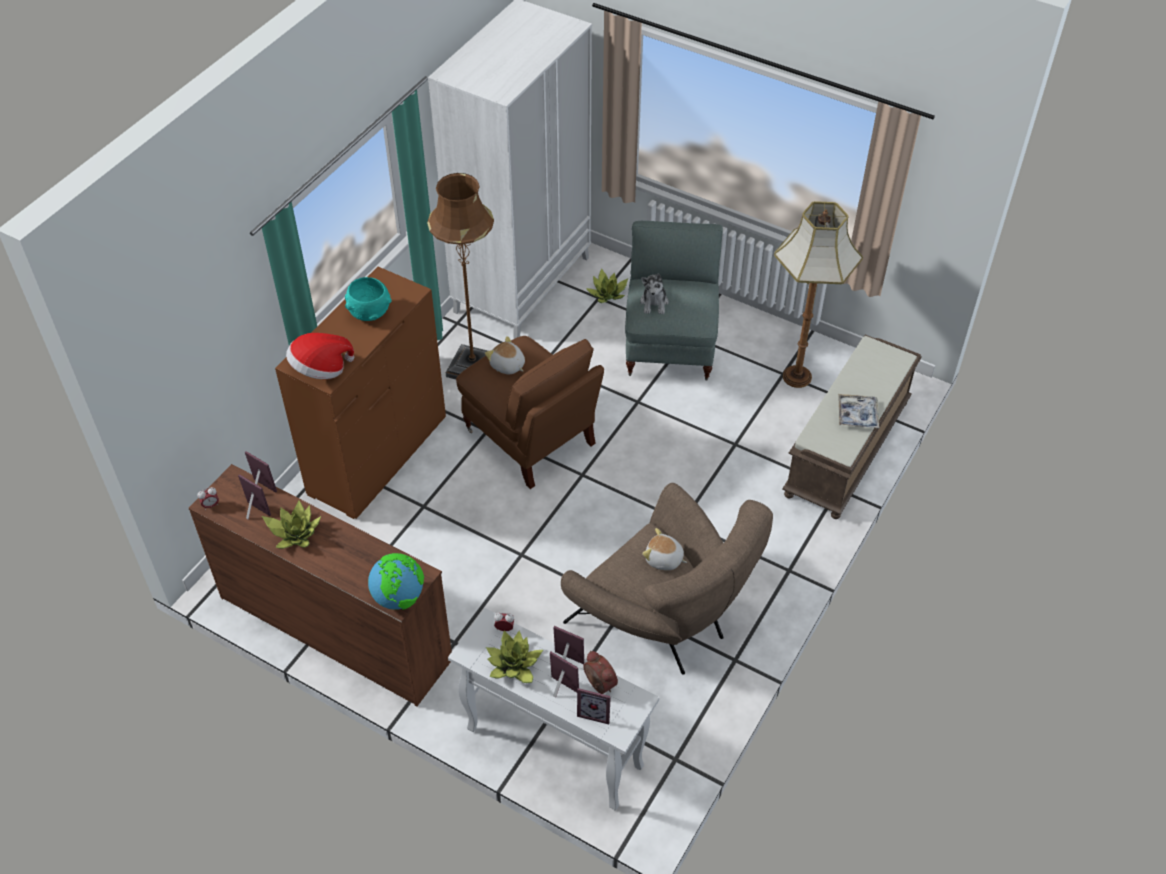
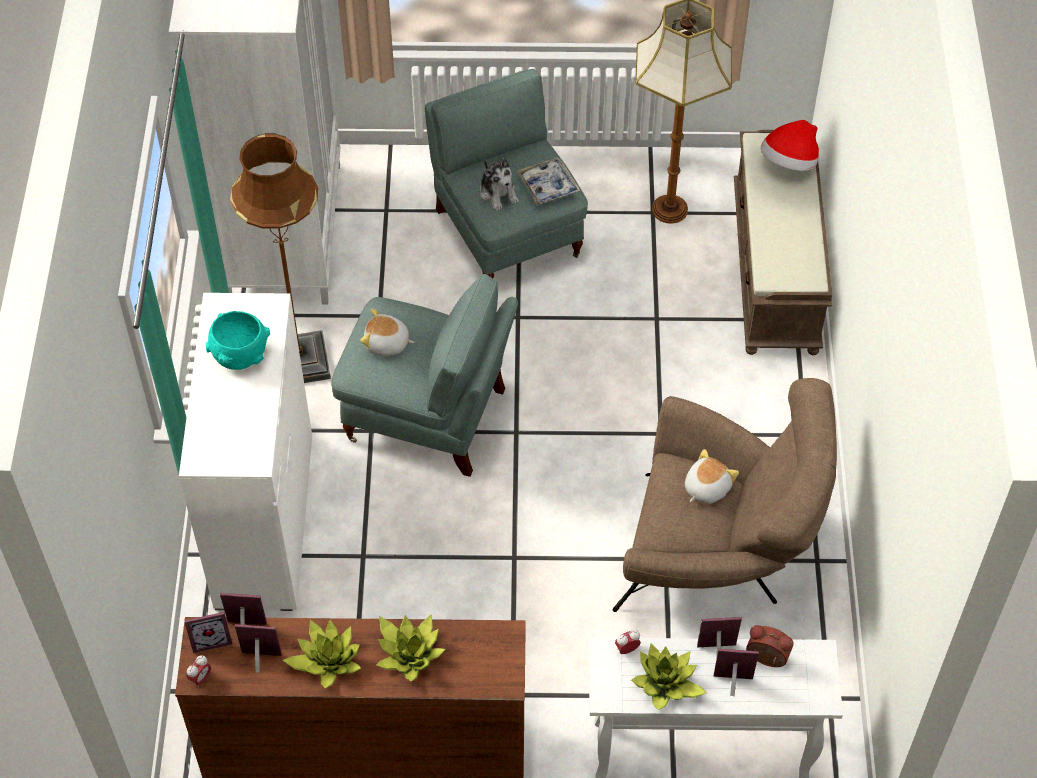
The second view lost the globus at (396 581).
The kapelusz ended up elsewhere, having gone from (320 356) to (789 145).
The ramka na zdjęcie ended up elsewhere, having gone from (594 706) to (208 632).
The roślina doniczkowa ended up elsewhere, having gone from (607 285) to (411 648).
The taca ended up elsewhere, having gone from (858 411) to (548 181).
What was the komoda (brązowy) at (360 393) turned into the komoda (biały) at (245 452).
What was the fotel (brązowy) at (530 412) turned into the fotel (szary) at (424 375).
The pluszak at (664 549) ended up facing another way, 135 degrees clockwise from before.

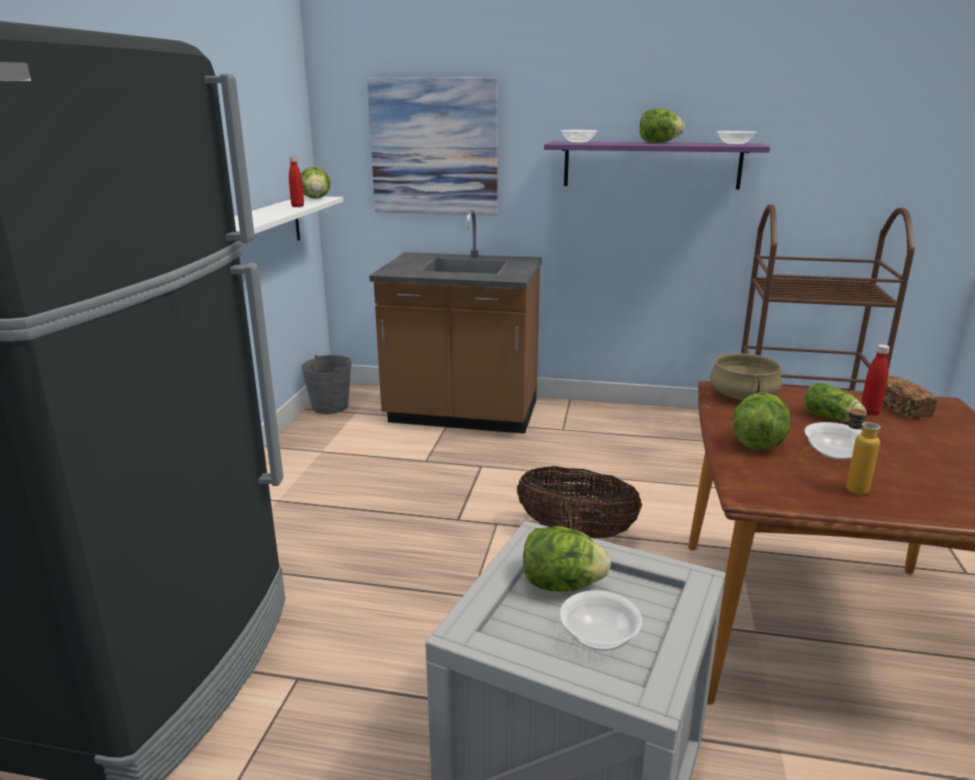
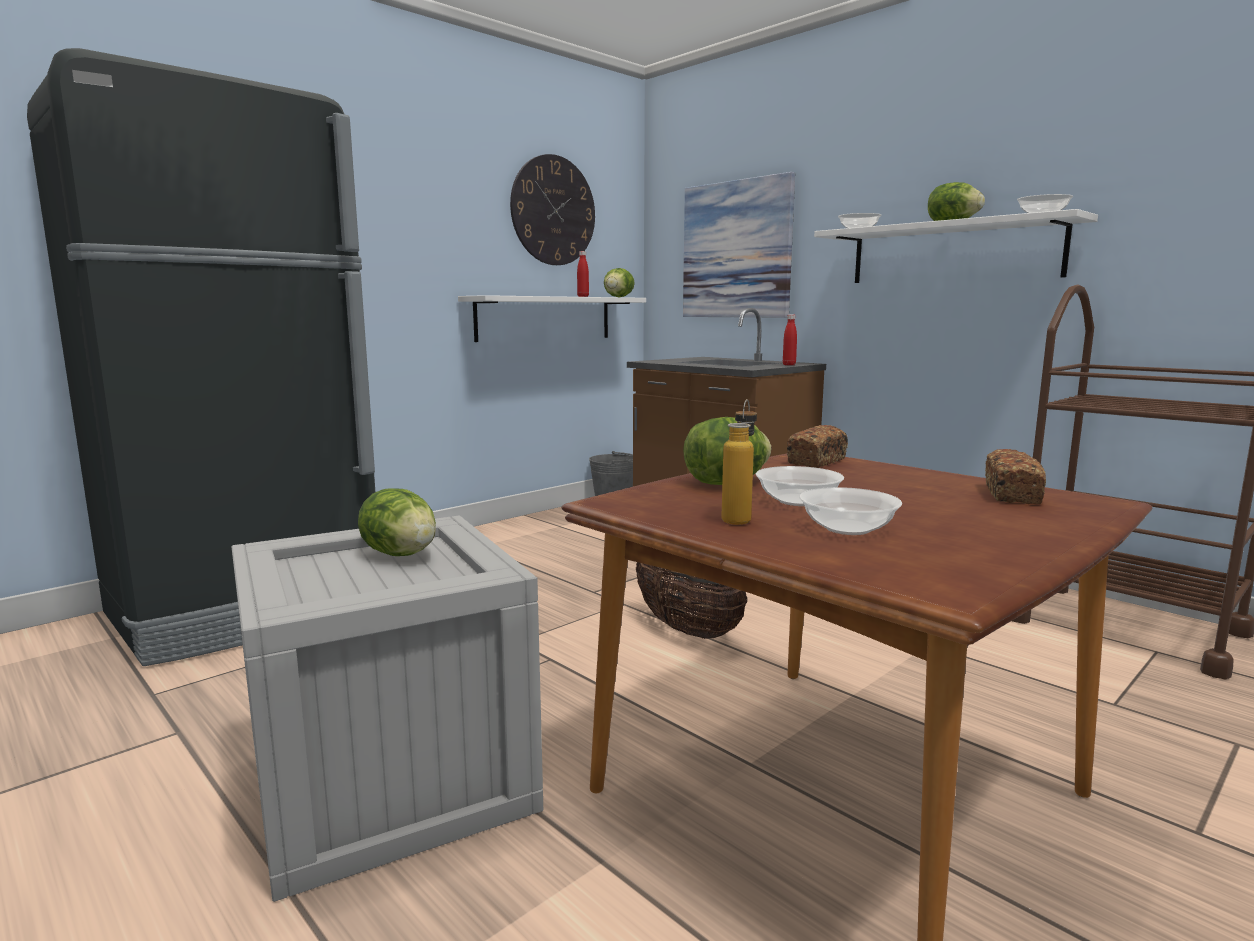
The second view lost the sałata at (835 402).
The second view gained the zegar ścienny at (552 209).
The miska ended up elsewhere, having gone from (601 620) to (850 511).
The butelka (czerwony) ended up elsewhere, having gone from (875 379) to (790 340).
Where the garnek (beżowy) stood at (746 376), the chleb came to stand at (817 446).
What was the półka (fioletowy) at (657 165) turned into the półka (biały) at (956 246).

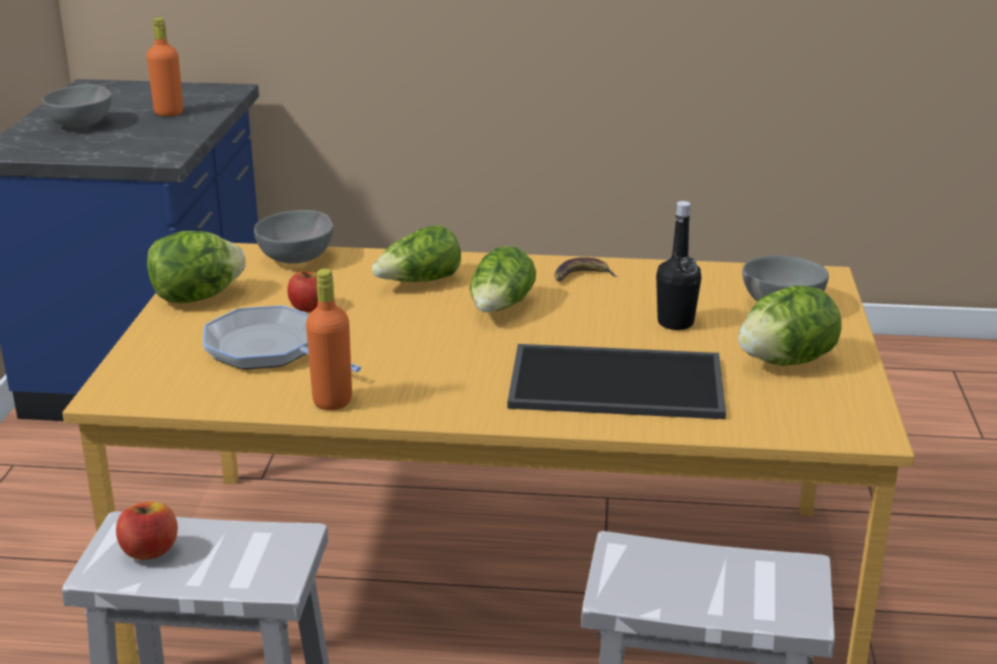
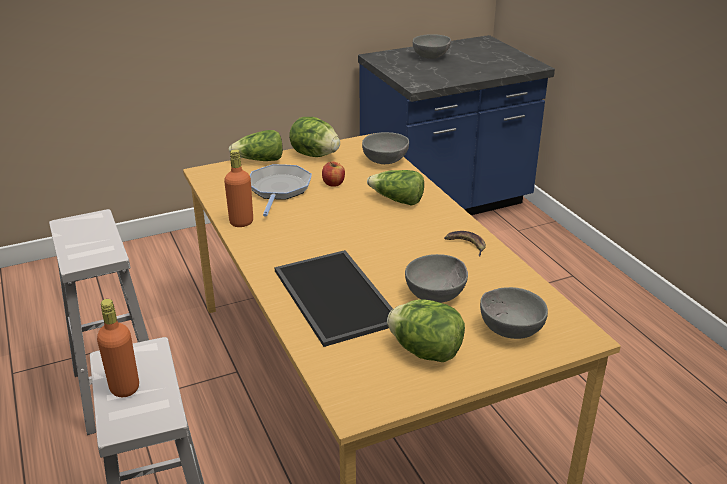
The second view lost the jabłko at (147 531).
The butelka (pomarańczowy) ended up elsewhere, having gone from (165 67) to (118 348).
The sałata ended up elsewhere, having gone from (503 279) to (255 145).
Where the butelka (czarny) stood at (679 265), the miska (szary) came to stand at (436 278).

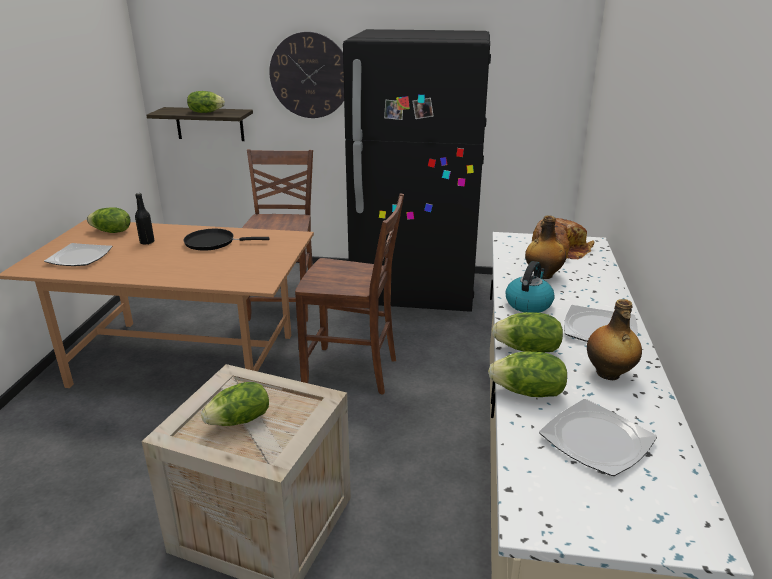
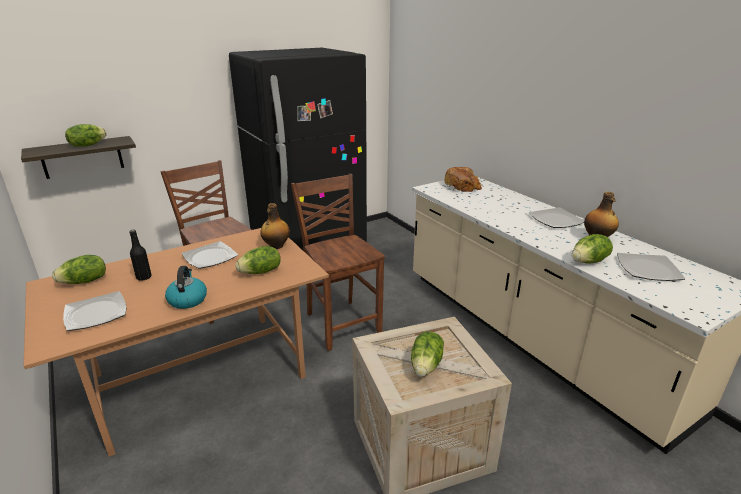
The second view lost the zegar ścienny at (306 75).
The sałata ended up elsewhere, having gone from (527 332) to (258 260).
The czajnik ended up elsewhere, having gone from (530 287) to (186 287).
The butelka ended up elsewhere, having gone from (545 247) to (275 226).
Where the patelnia (czarny) stood at (226 240), the talerz came to stand at (210 255).
The krzesło (brązowy) at (349 294) ended up facing another way, 90 degrees counterclockwise from before.

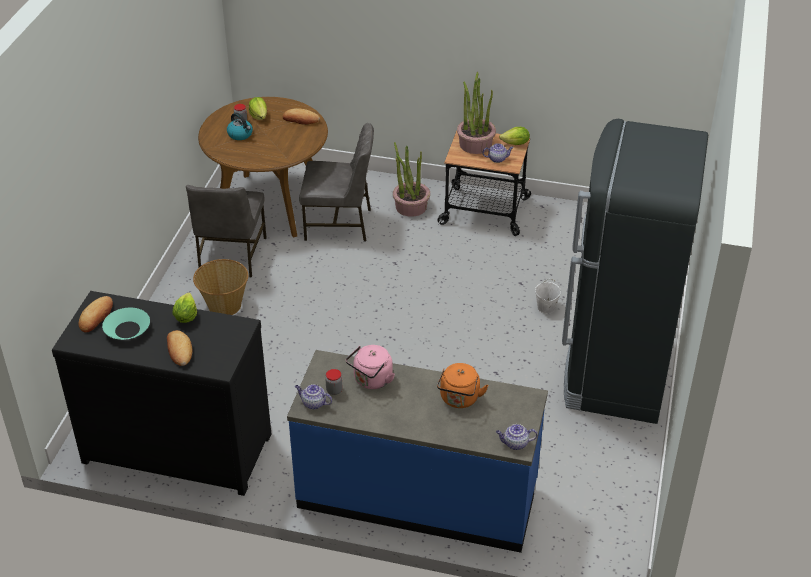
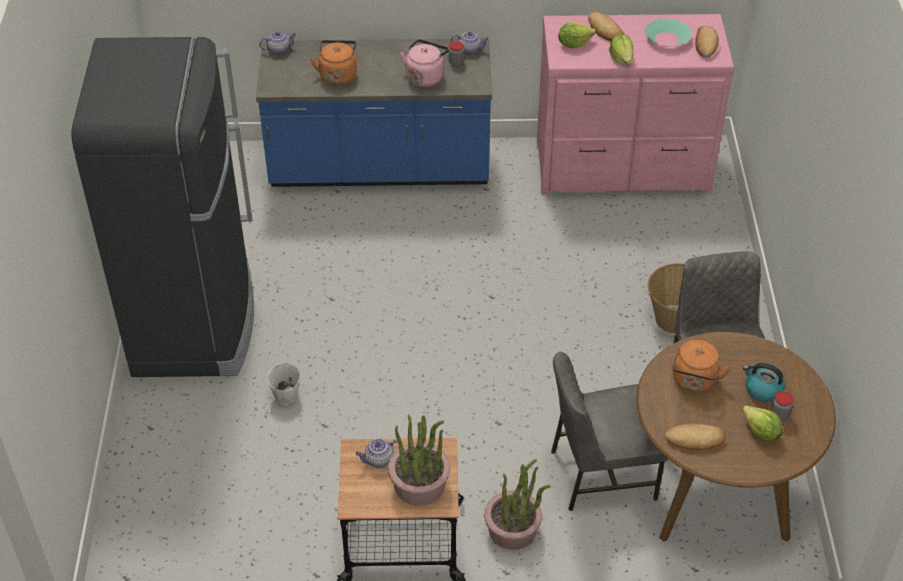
The second view gained the czajnik (pomarańczowy) at (701 366).
The sałata ended up elsewhere, having gone from (514 136) to (576 35).
What was the komoda (czarny) at (161 393) turned into the komoda (różowy) at (635 104).

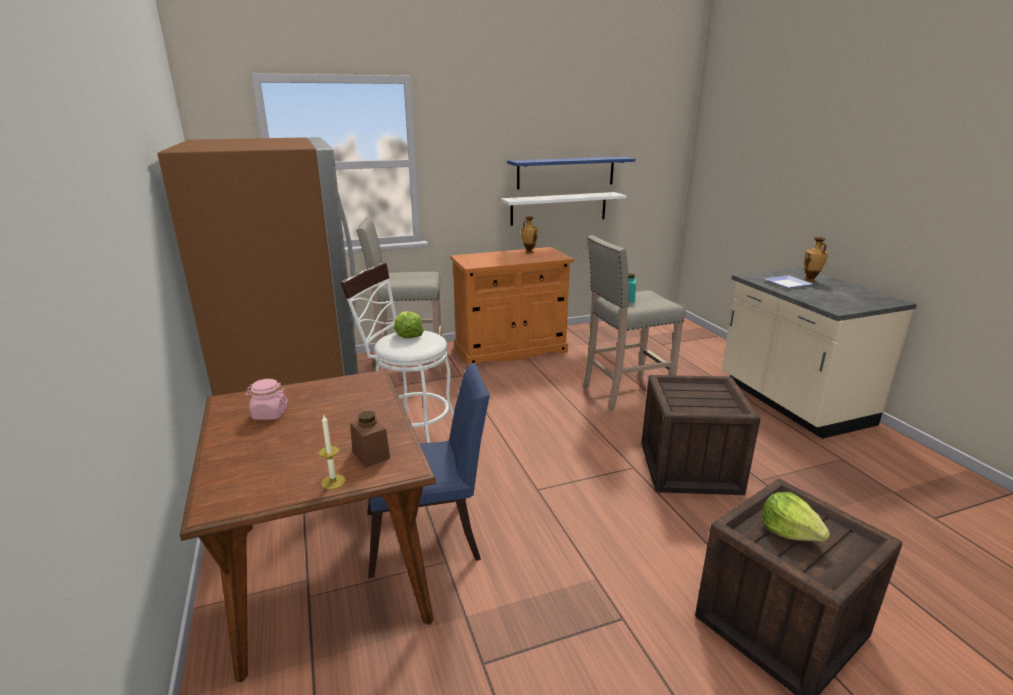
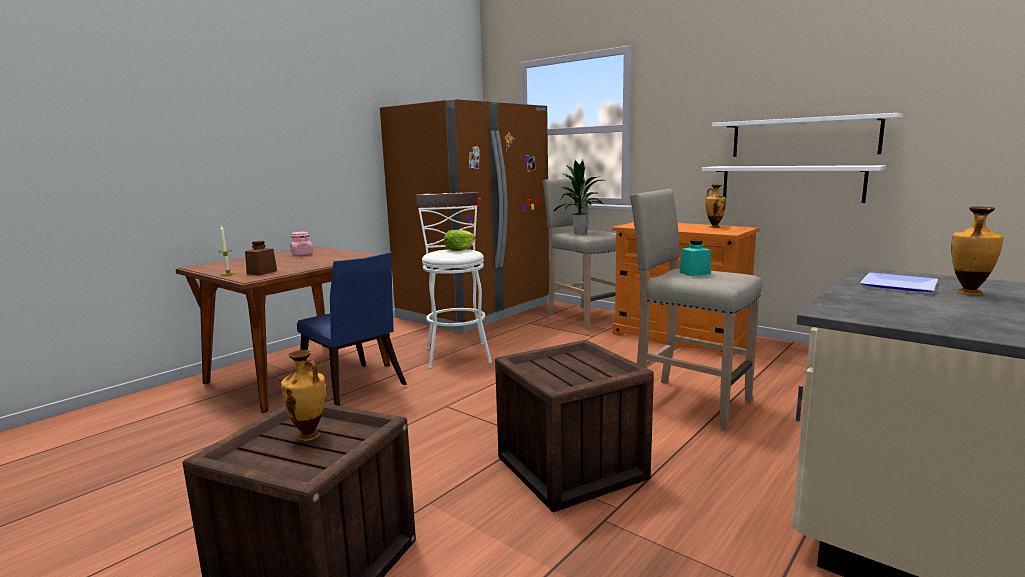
The second view gained the roślina doniczkowa at (579 197).
Where the sałata stood at (796 517), the wazon came to stand at (303 395).
What was the półka (niebieski) at (571 173) turned into the półka (biały) at (807 135).

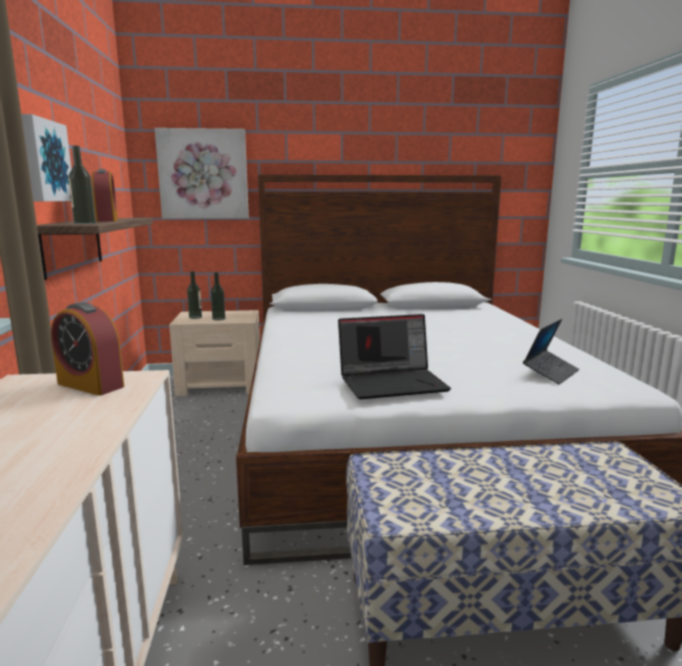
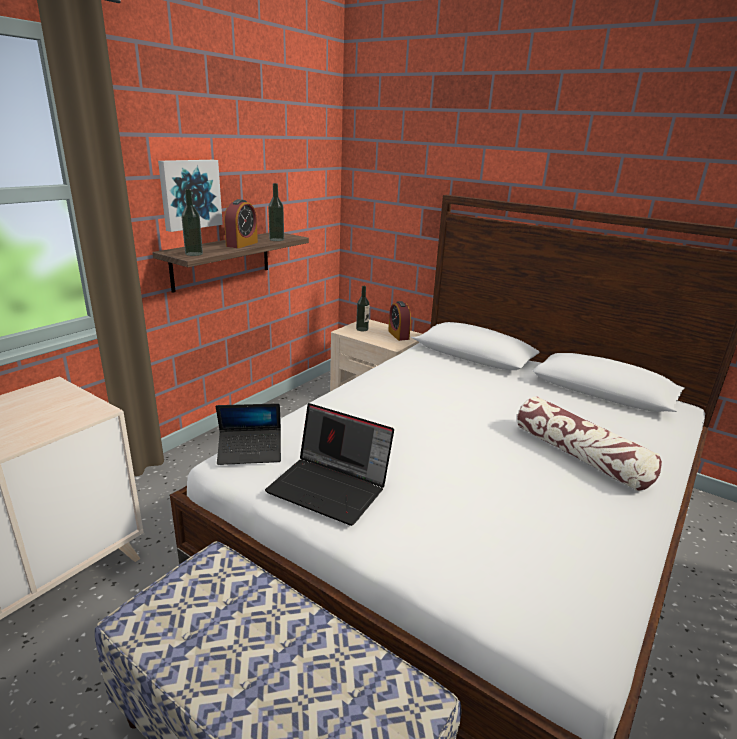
The second view lost the obraz at (202 173).
The second view gained the poduszka at (589 443).
The budzik ended up elsewhere, having gone from (87 349) to (399 321).
The butelka ended up elsewhere, having gone from (218 296) to (276 212).
The laptop ended up elsewhere, having gone from (551 352) to (248 434).

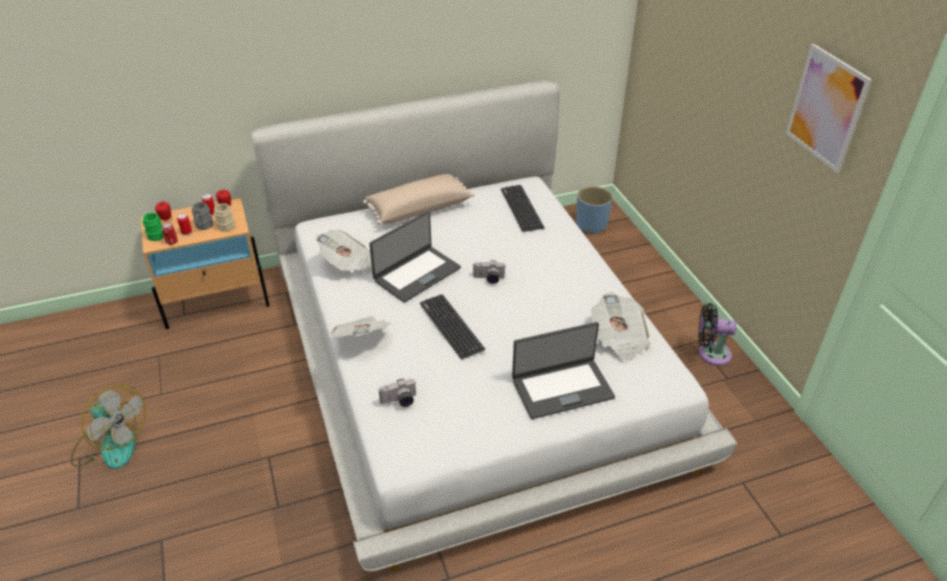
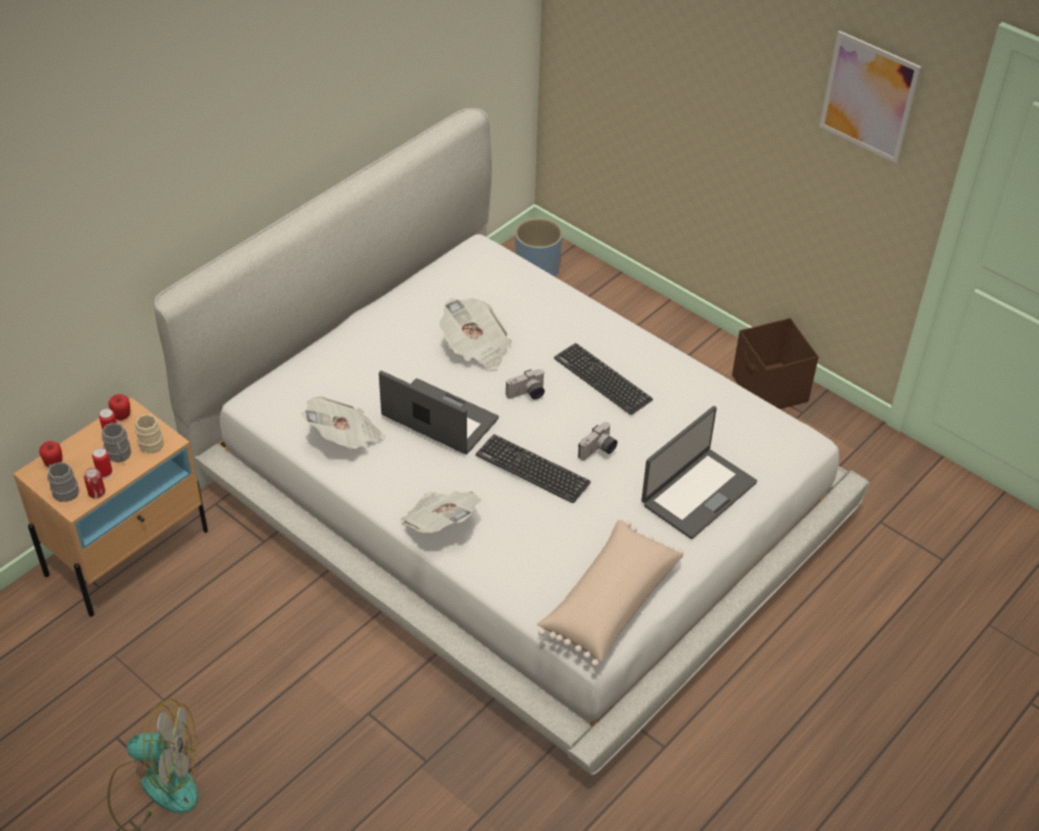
The poduszka (beżowy) ended up elsewhere, having gone from (418 199) to (610 593).
The aparat fotograficzny ended up elsewhere, having gone from (397 392) to (598 441).
The klawiatura ended up elsewhere, having gone from (522 208) to (603 379).
The gazeta ended up elsewhere, having gone from (621 327) to (475 334).
Where the wentylator (czarny) stood at (717 334), the pojemnik do przechowywania (brązowy) came to stand at (775 363).
What was the kubek (zielony) at (153 227) turned into the kubek (szary) at (63 482).
The laptop at (415 257) ended up facing another way, 75 degrees counterclockwise from before.

